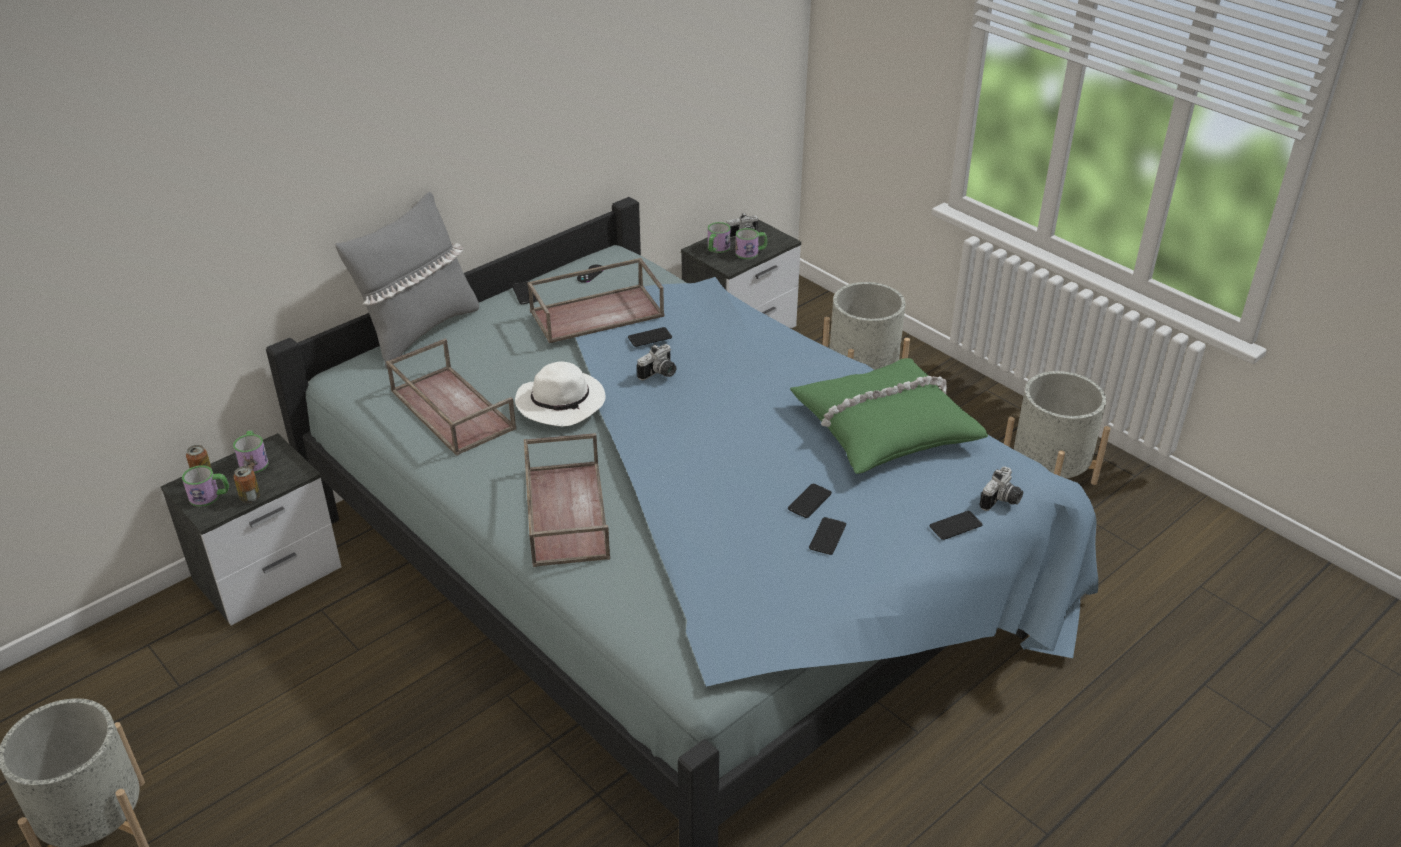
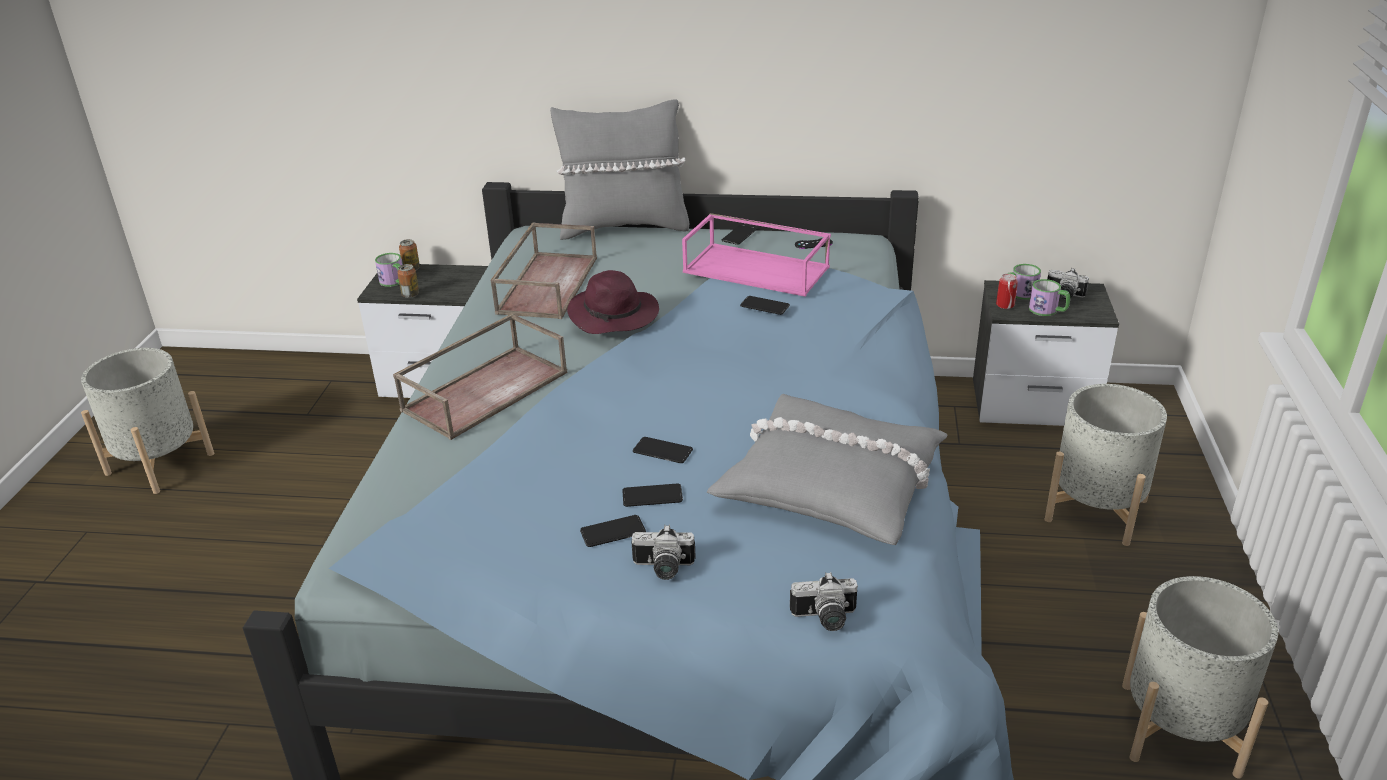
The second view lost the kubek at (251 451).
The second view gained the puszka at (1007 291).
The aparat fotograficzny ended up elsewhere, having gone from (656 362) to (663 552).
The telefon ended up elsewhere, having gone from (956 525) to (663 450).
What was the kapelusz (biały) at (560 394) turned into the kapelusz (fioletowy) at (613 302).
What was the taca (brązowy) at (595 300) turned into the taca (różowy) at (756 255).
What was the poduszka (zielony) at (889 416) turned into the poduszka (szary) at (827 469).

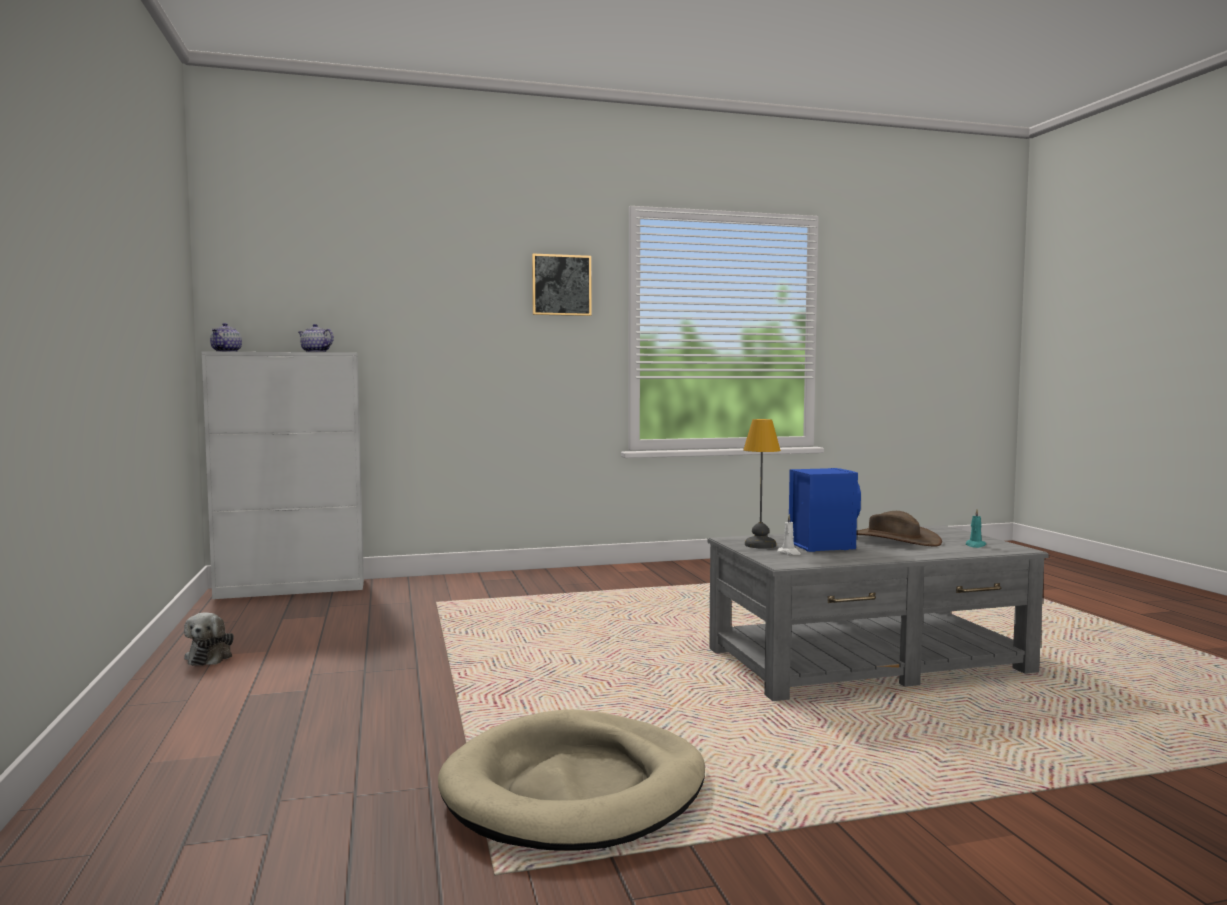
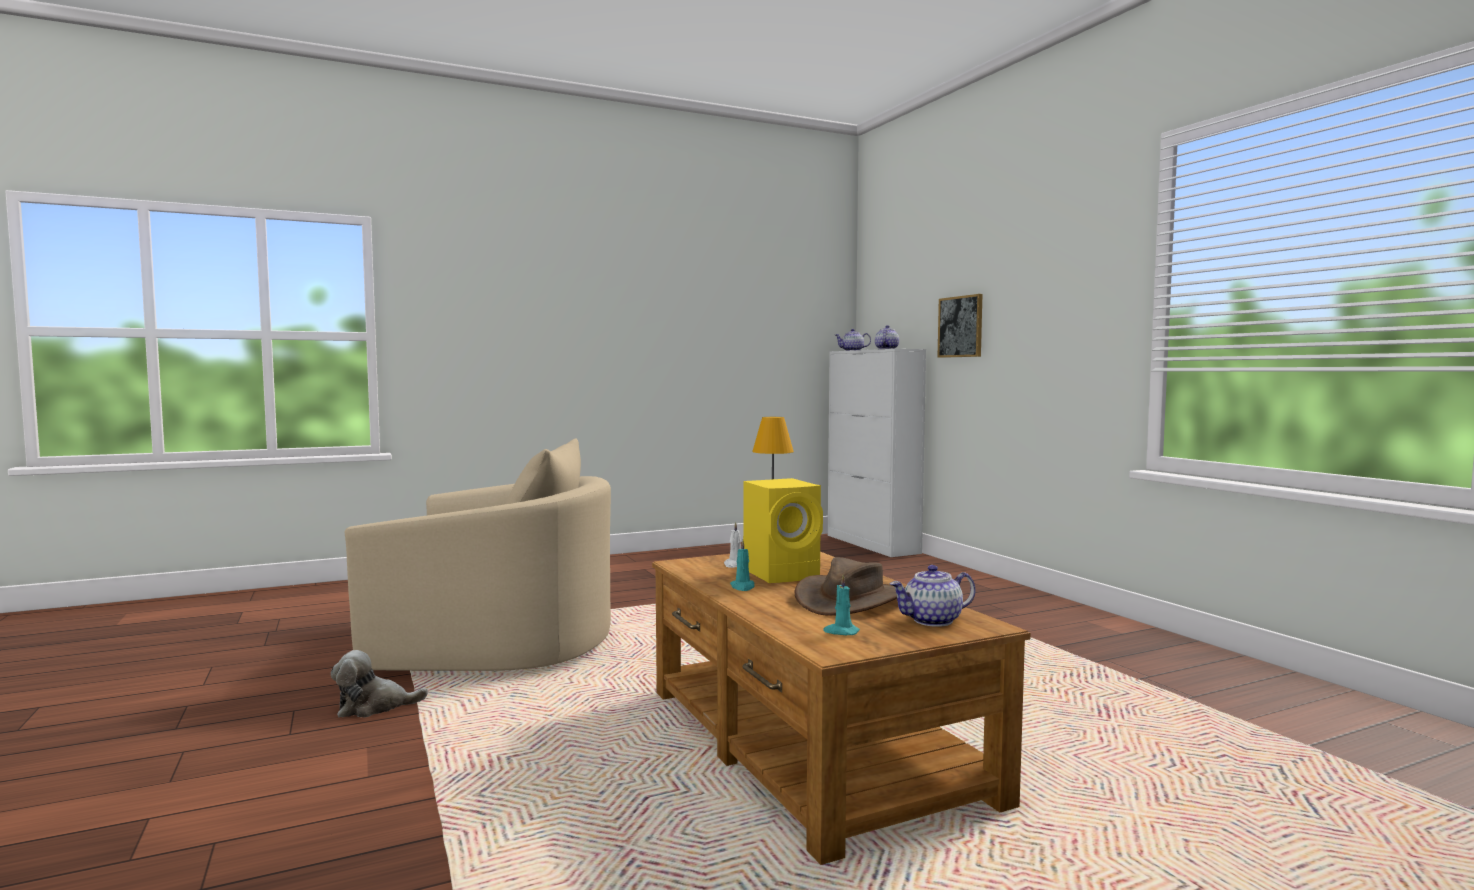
The second view gained the świeca (turkusowy) at (742 565).
The second view gained the imbryk at (933 596).
The pluszak ended up elsewhere, having gone from (209 639) to (379 684).
The obraz ended up elsewhere, having gone from (561 285) to (960 326).
Where the legowisko (beżowy) stood at (571 780), the fotel (beżowy) came to stand at (478 555).
What was the ława (szary) at (878 613) turned into the ława (brązowy) at (841 708).
What was the głośnik (niebieski) at (825 510) turned into the głośnik (żółty) at (783 530).

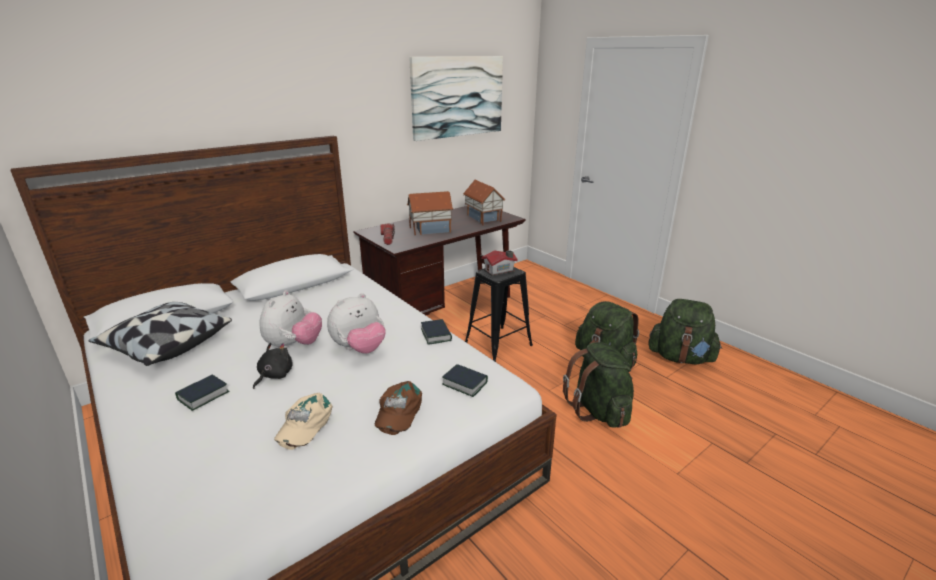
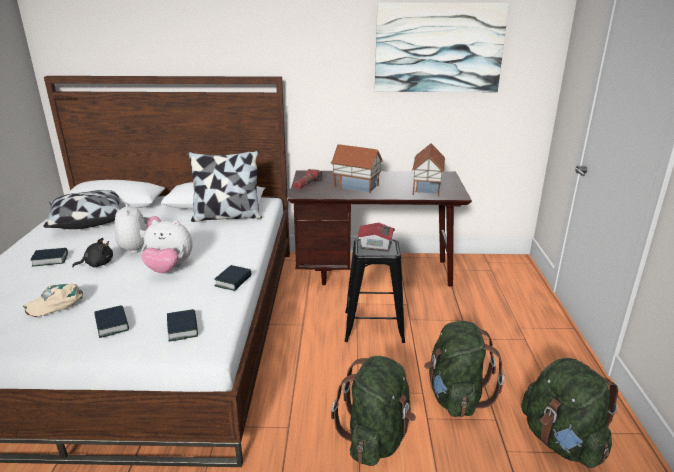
The second view gained the poduszka at (225 186).
Where the czapka z daszkiem (brązowy) stood at (398 408), the książka came to stand at (111 321).
The pluszak at (290 319) ended up facing another way, 75 degrees counterclockwise from before.

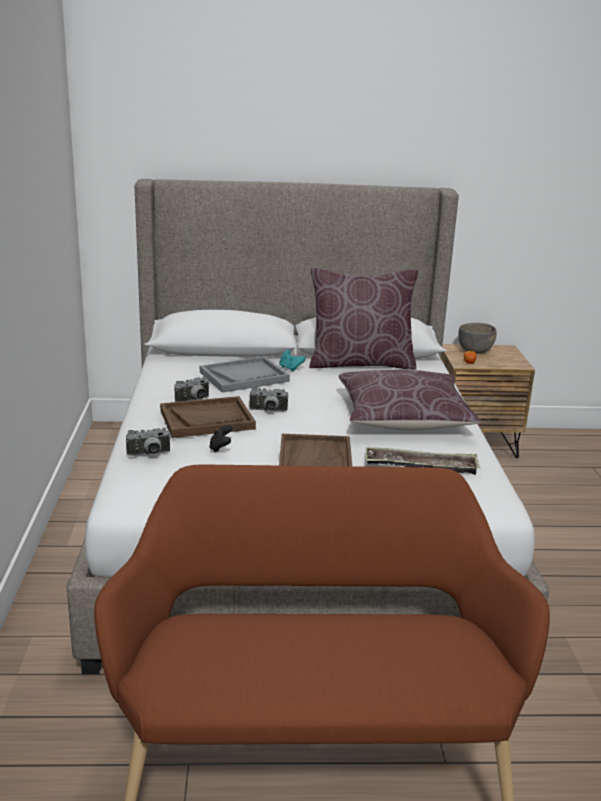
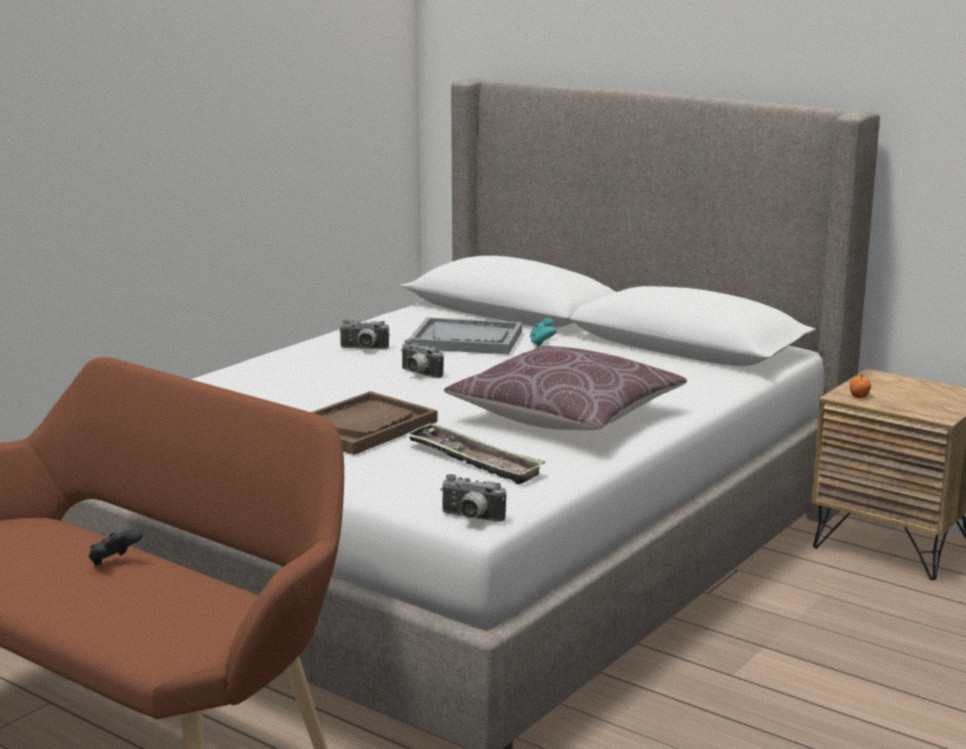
The second view lost the taca (brązowy) at (208 417).
The second view lost the poduszka (brązowy) at (363 319).
The second view lost the miska (szary) at (477 338).
The aparat fotograficzny ended up elsewhere, having gone from (148 442) to (473 498).
The pad do gier (czarny) ended up elsewhere, having gone from (221 439) to (116 547).

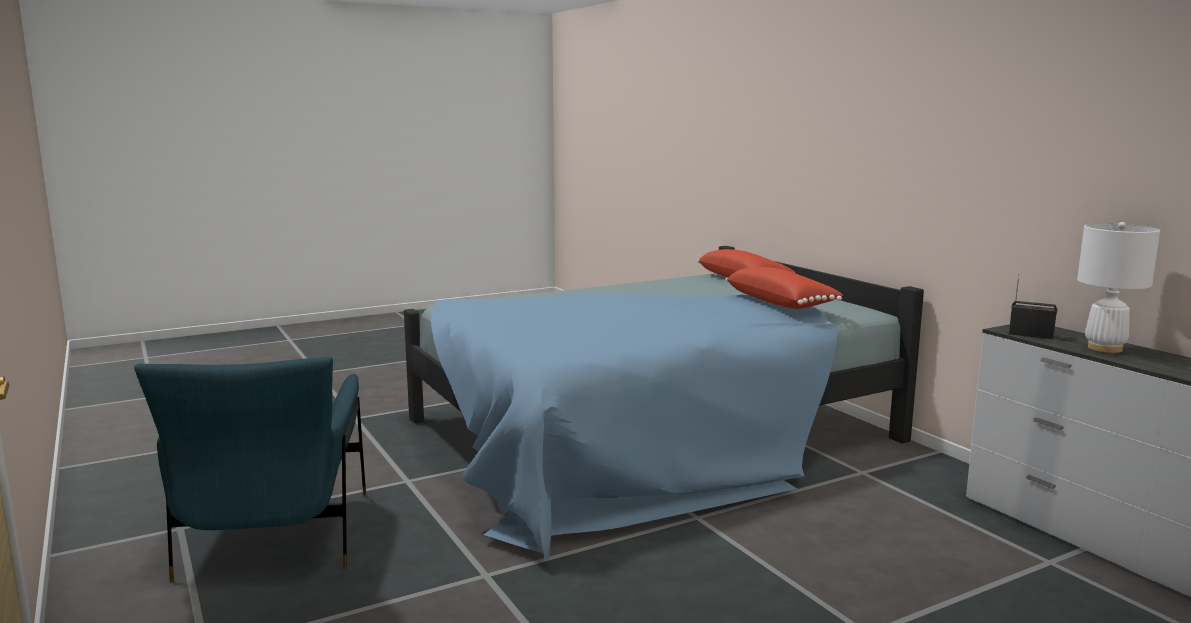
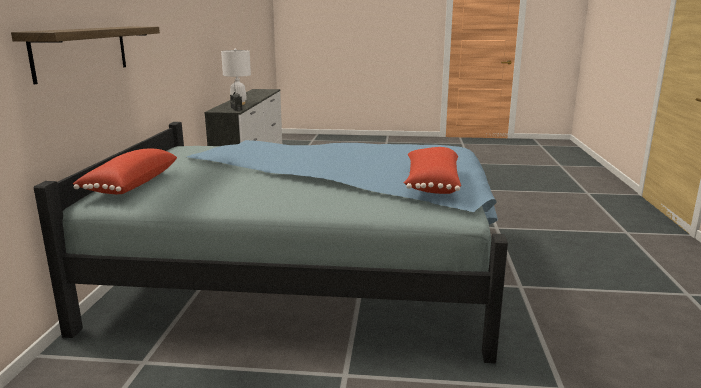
The second view lost the fotel (niebieski) at (250 469).
The second view gained the półka at (85 55).
The poduszka (czerwony) ended up elsewhere, having gone from (784 288) to (432 170).

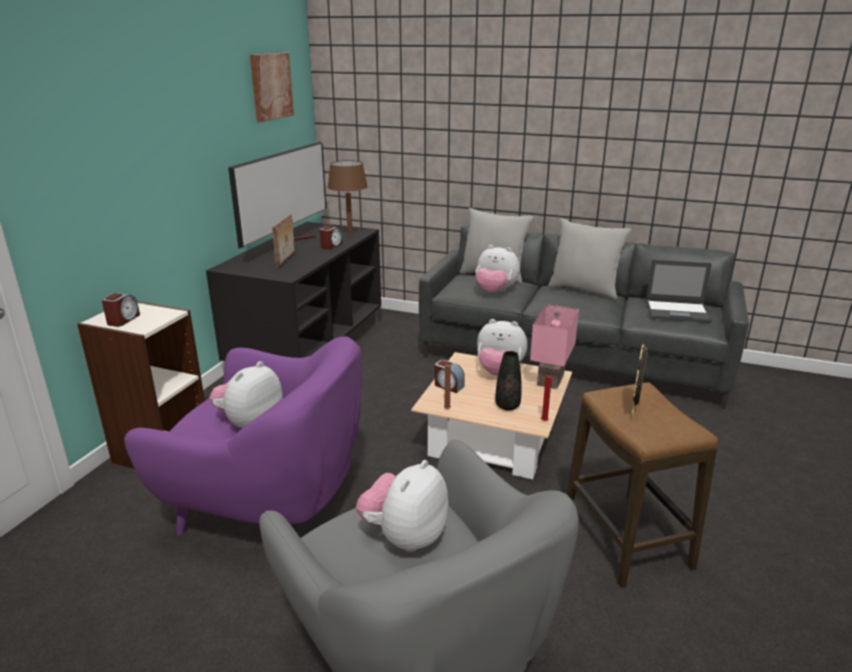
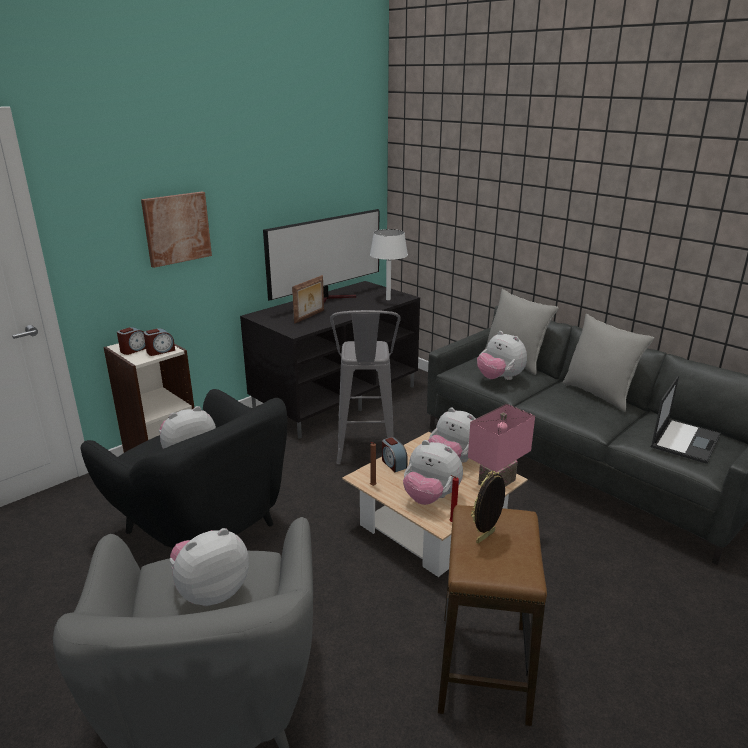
The second view gained the stołek (szary) at (365 387).
The obraz ended up elsewhere, having gone from (272 87) to (176 230).
The budzik ended up elsewhere, having gone from (331 237) to (159 342).
Where the wazon (czarny) stood at (508 381), the pluszak came to stand at (433 472).
What was the fotel (fioletowy) at (243 435) turned into the fotel (czarny) at (184 468).
What was the lampa stołowa (brązowy) at (348 198) turned into the lampa stołowa (biały) at (389 264).
The laptop at (679 291) ended up facing another way, 90 degrees counterclockwise from before.

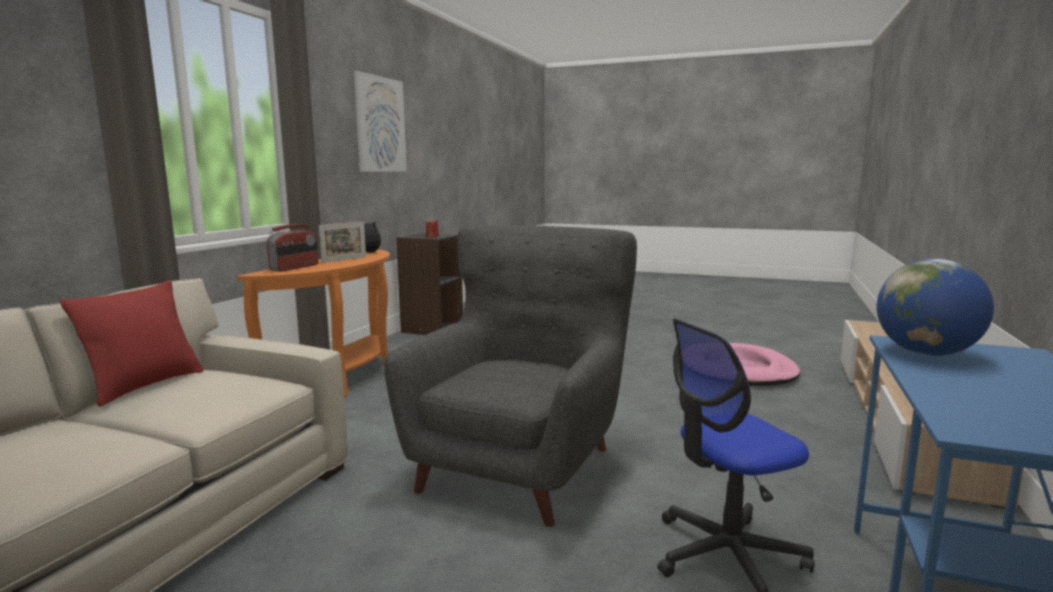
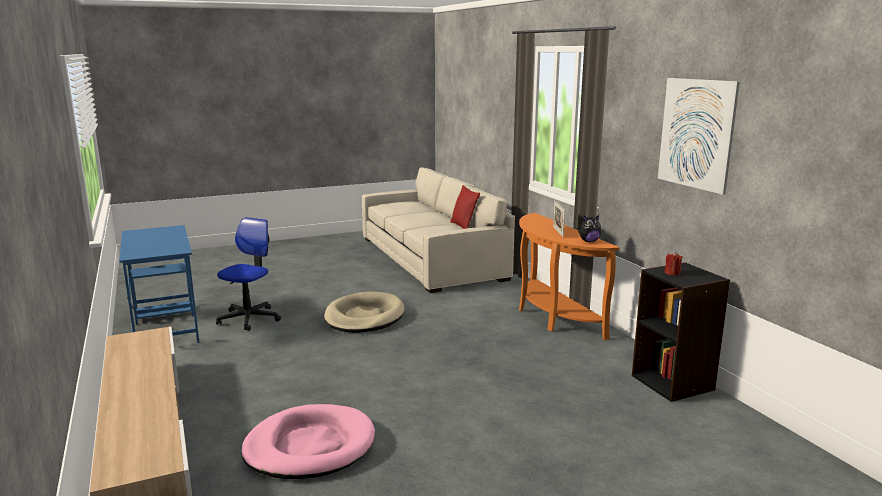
The second view lost the radio at (293 248).
The second view lost the globus at (935 307).
Where the fotel (szary) stood at (510 376), the legowisko (beżowy) came to stand at (364 312).

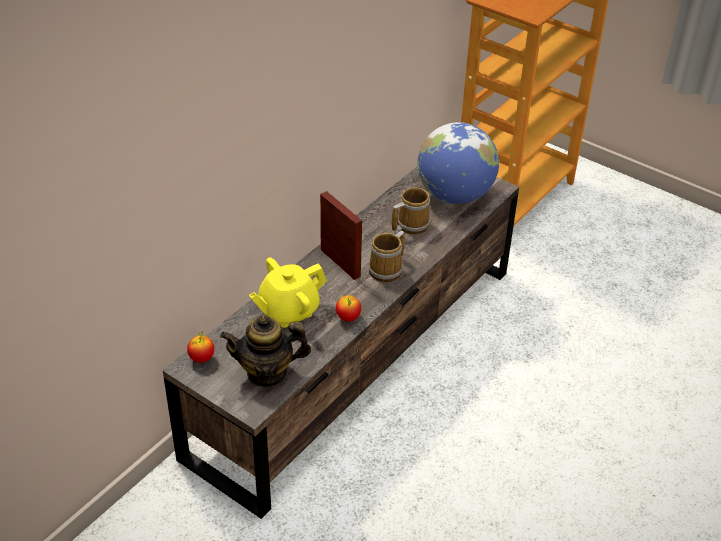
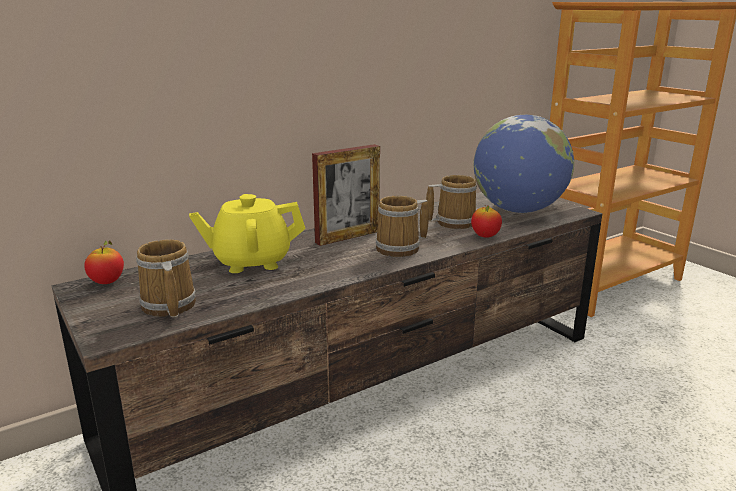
The jabłko ended up elsewhere, having gone from (348 308) to (486 221).
Where the imbryk stood at (265 351), the kubek came to stand at (166 278).
The ramka na zdjęcie at (341 235) ended up facing another way, 75 degrees clockwise from before.

